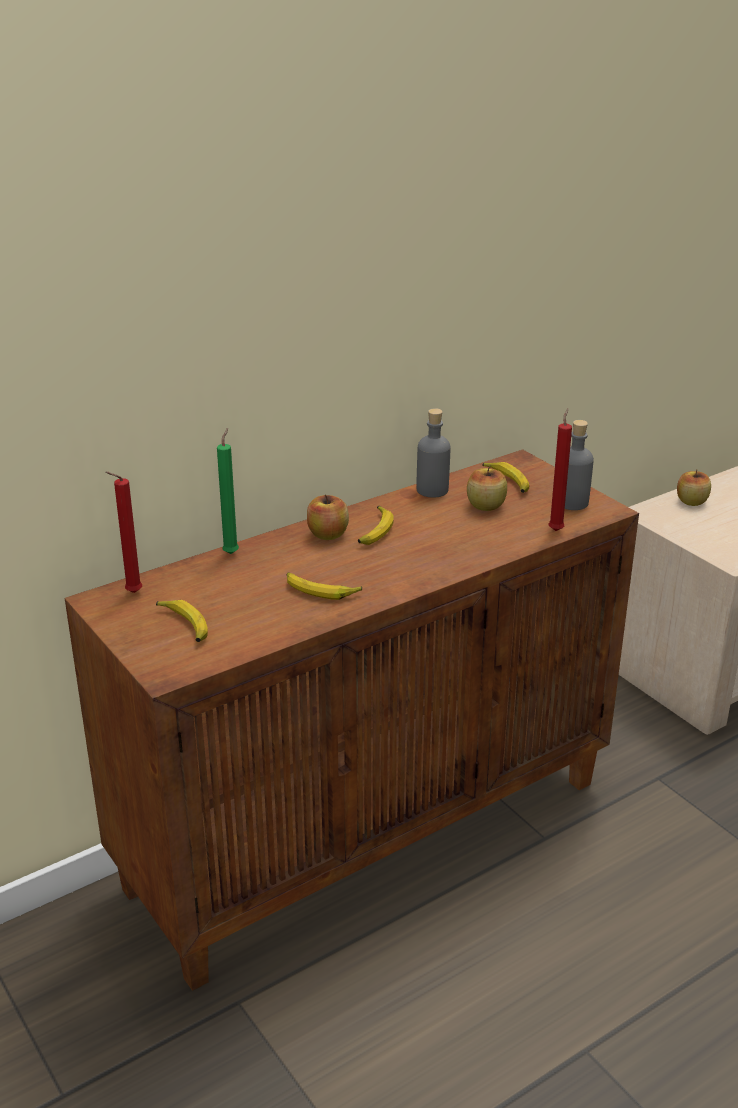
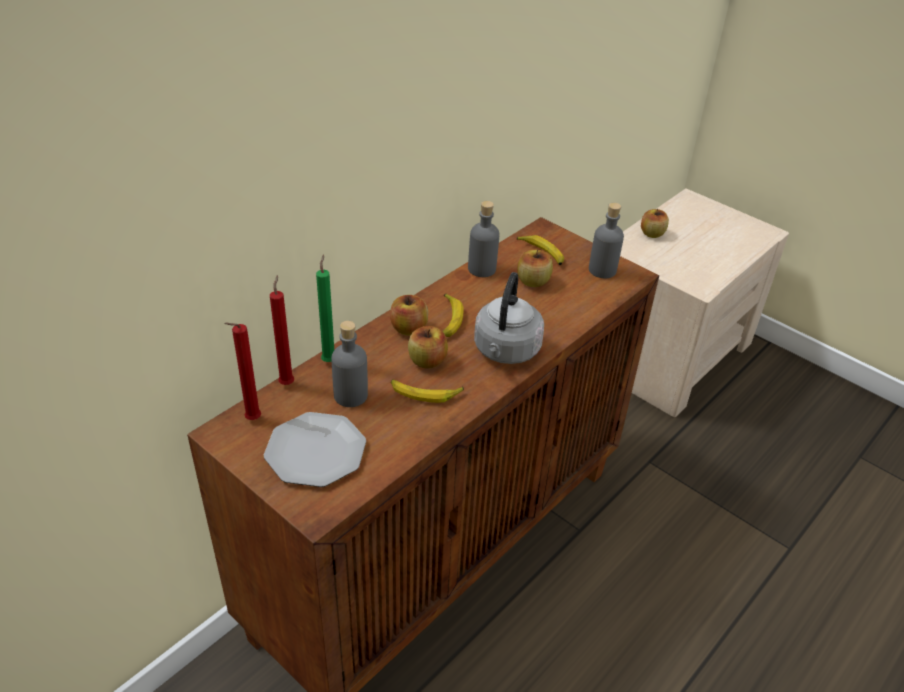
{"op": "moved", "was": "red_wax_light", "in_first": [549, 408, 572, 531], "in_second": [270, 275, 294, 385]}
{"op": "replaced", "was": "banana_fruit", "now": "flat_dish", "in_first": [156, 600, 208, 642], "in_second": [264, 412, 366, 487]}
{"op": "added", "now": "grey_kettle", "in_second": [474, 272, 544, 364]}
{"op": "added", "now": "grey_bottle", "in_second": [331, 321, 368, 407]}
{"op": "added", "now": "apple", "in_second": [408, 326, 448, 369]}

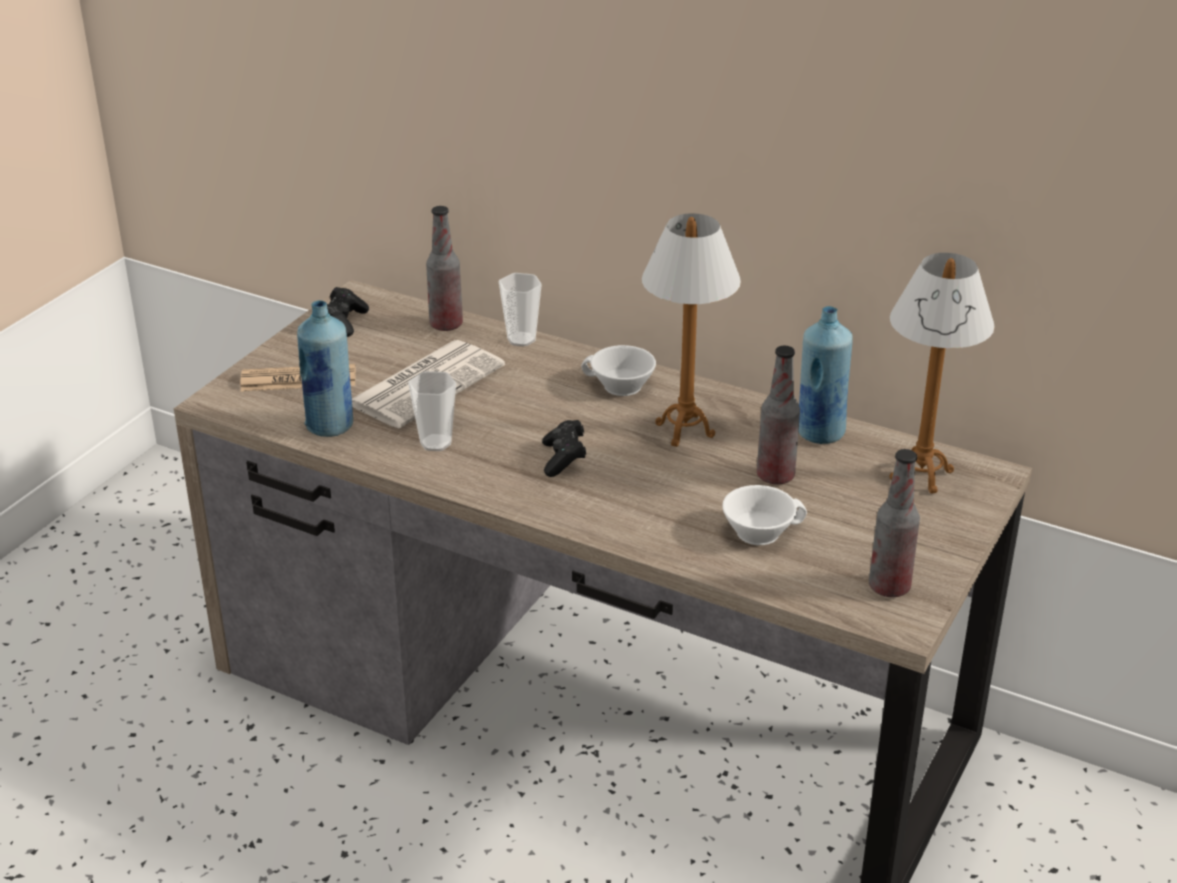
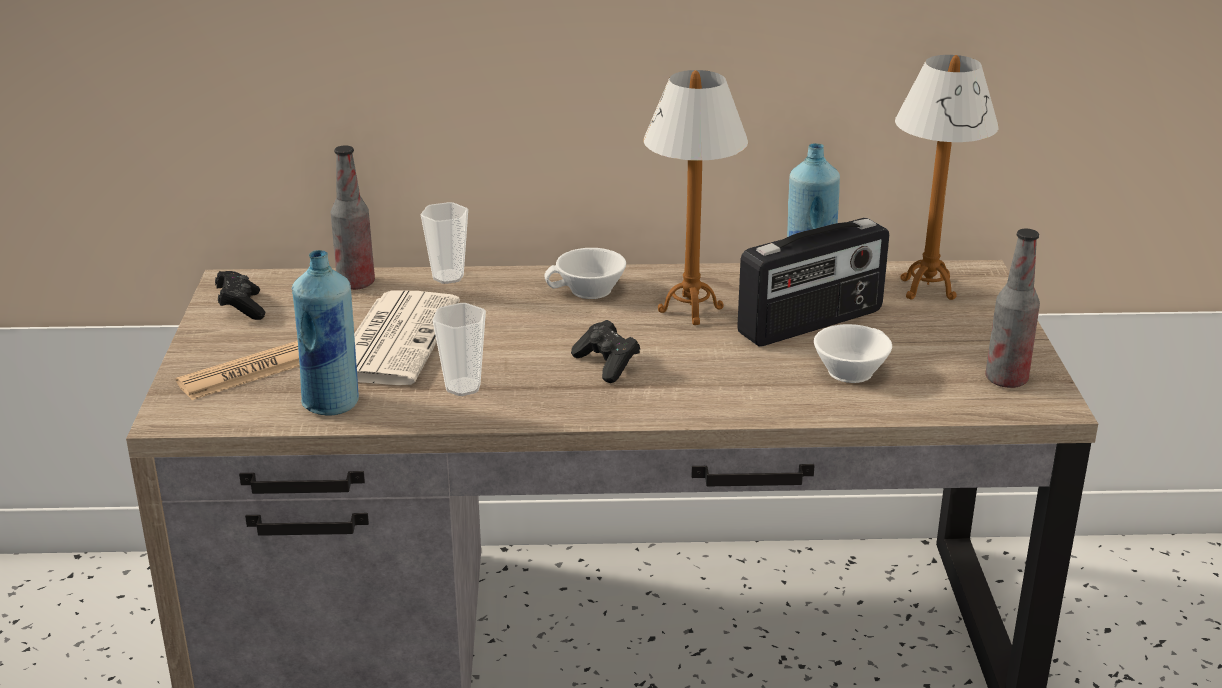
{"op": "replaced", "was": "bottle", "now": "radio", "in_first": [757, 346, 800, 485], "in_second": [737, 218, 889, 346]}

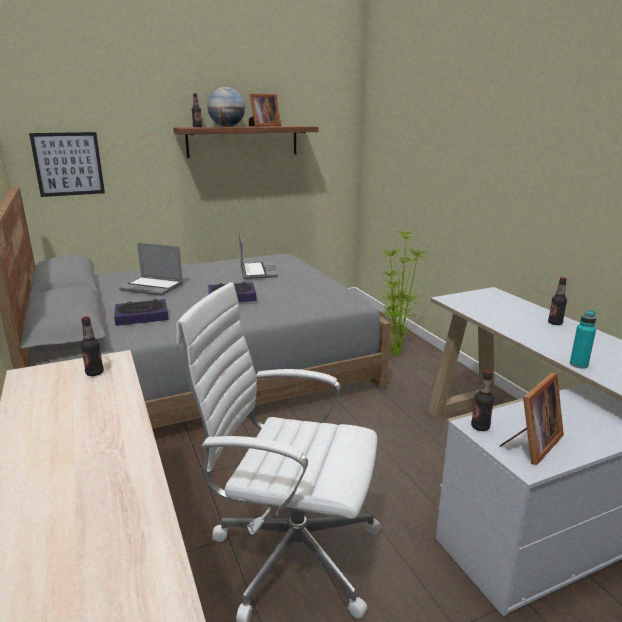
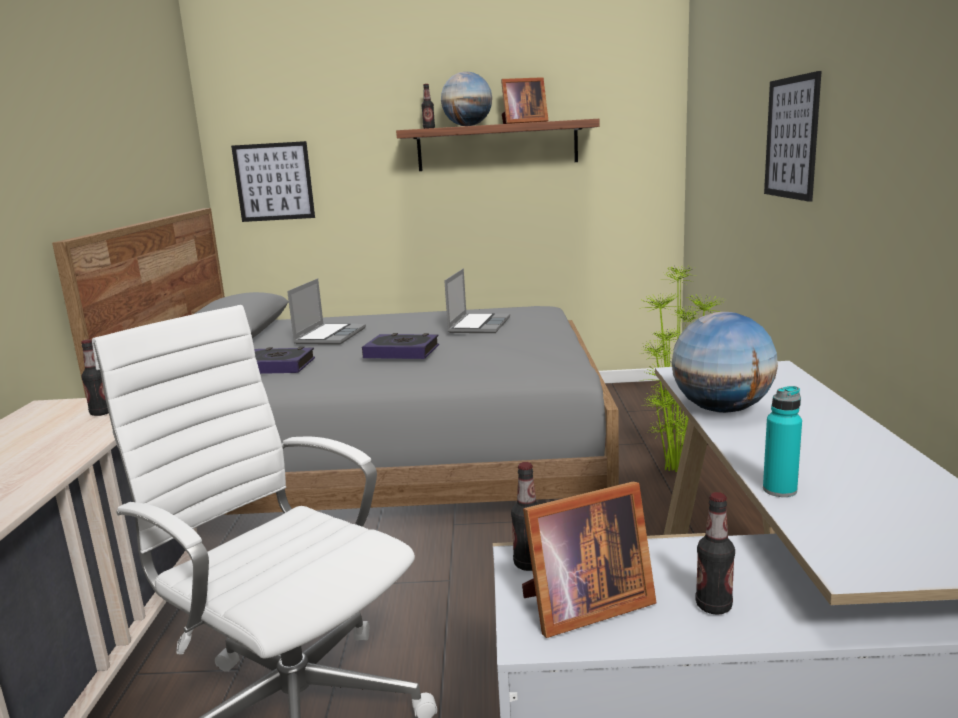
{"op": "turned", "was": "notebook_computer", "in_first": [119, 243, 183, 296], "in_second": [287, 278, 366, 345], "clockwise": -120}
{"op": "moved", "was": "bottle", "in_first": [548, 277, 567, 325], "in_second": [695, 492, 735, 615]}
{"op": "added", "now": "picture", "in_second": [764, 71, 822, 202]}
{"op": "added", "now": "world_globe", "in_second": [672, 312, 778, 413]}

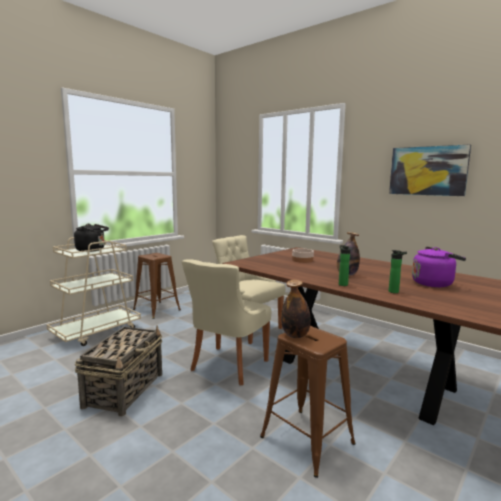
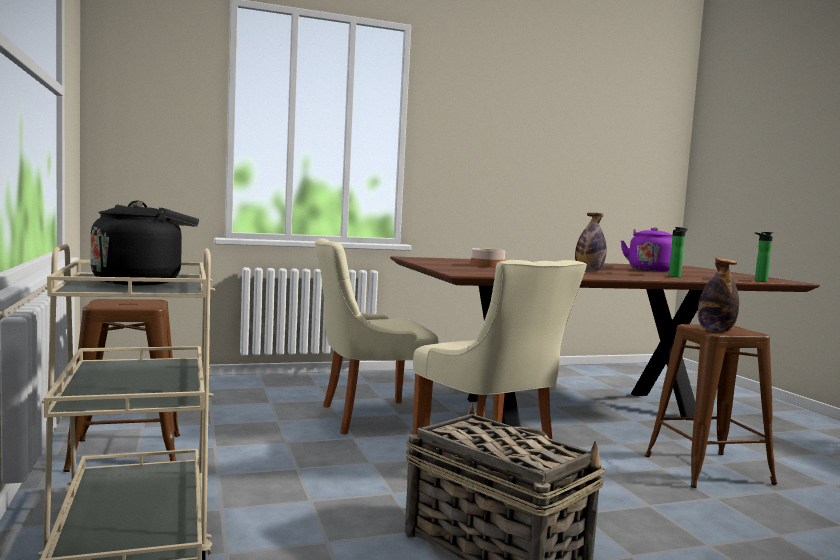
{"op": "removed", "was": "picture", "in_first": [389, 145, 471, 196]}
{"op": "moved", "was": "bottle", "in_first": [339, 245, 350, 286], "in_second": [755, 232, 773, 282]}

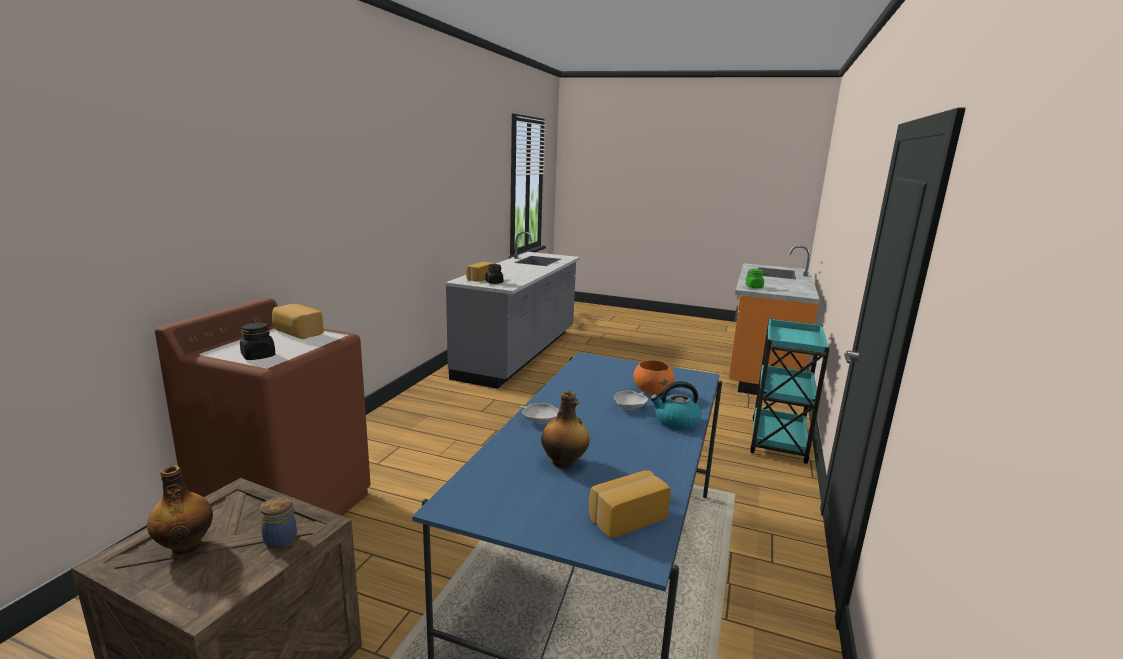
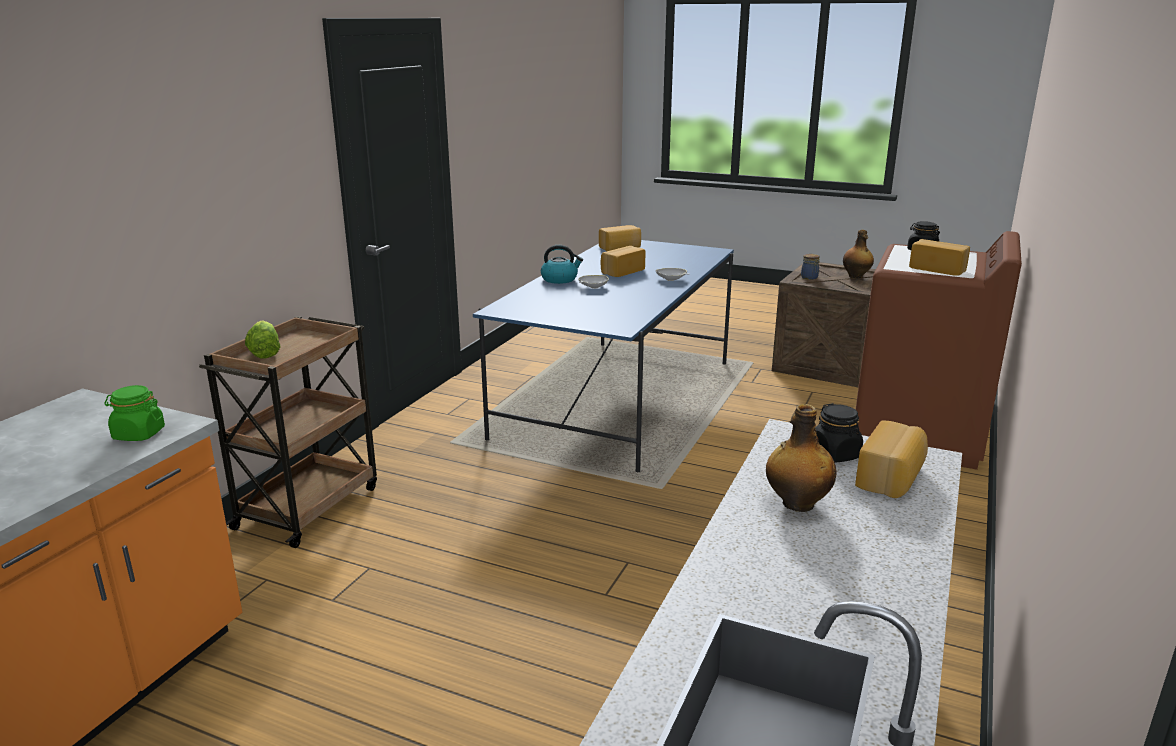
{"op": "recoloured", "was": "blue-green_cart", "now": "brownish_cart", "in_first": [750, 318, 830, 464], "in_second": [199, 316, 377, 548]}
{"op": "removed", "was": "orangey_bowl", "in_first": [633, 360, 675, 394]}
{"op": "moved", "was": "bottle", "in_first": [541, 391, 589, 468], "in_second": [766, 404, 837, 512]}
{"op": "added", "now": "bakery_bread", "in_second": [600, 246, 646, 277]}
{"op": "added", "now": "head_of_lettuce", "in_second": [245, 320, 281, 358]}

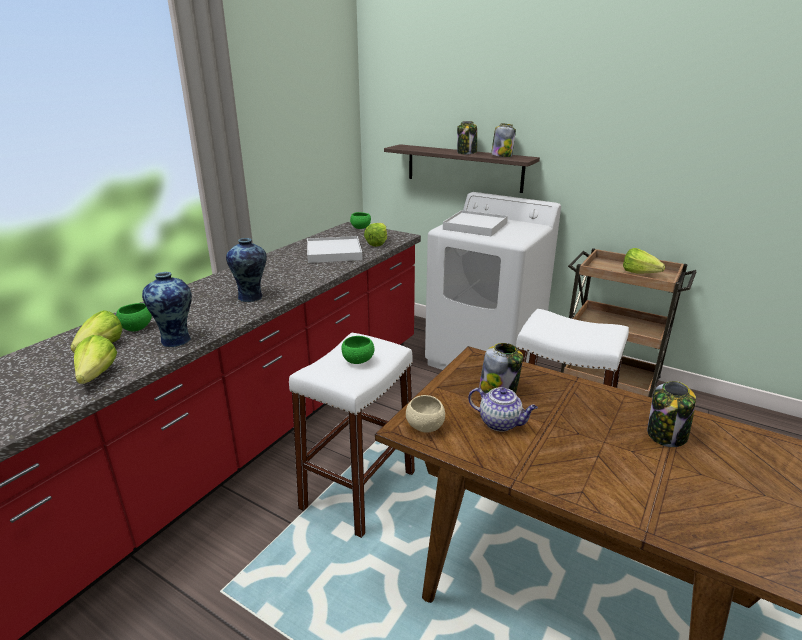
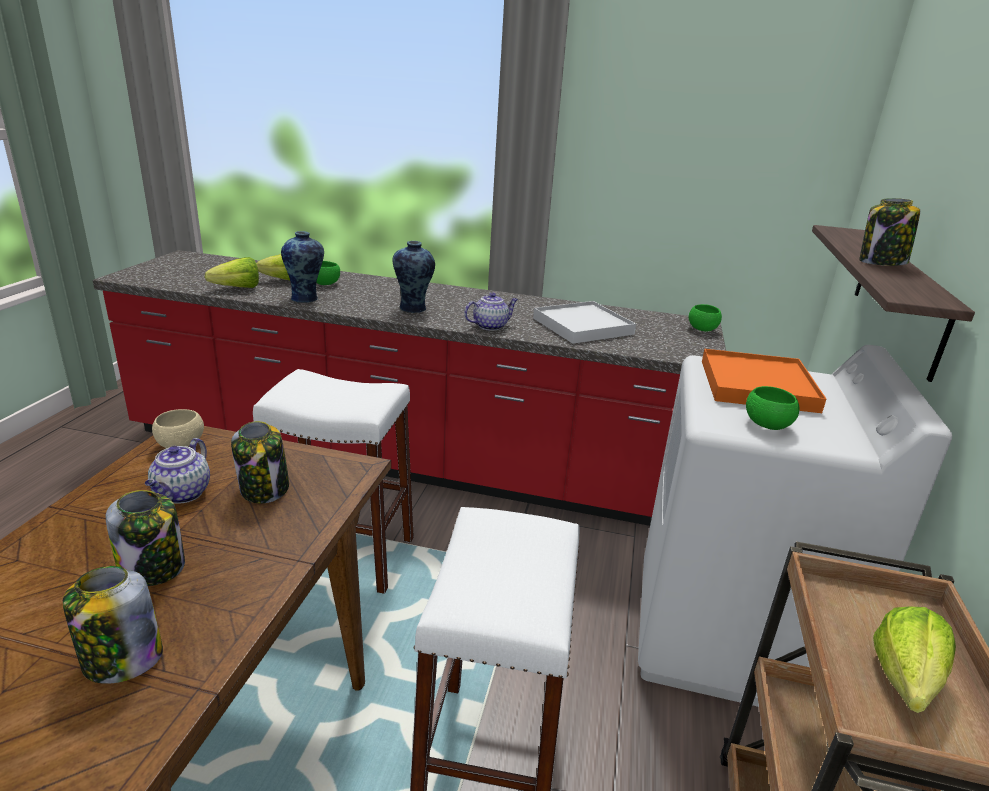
{"op": "moved", "was": "jar", "in_first": [491, 123, 516, 157], "in_second": [106, 490, 185, 586]}
{"op": "recoloured", "was": "white_tray", "now": "orangey_tray", "in_first": [443, 210, 508, 237], "in_second": [702, 349, 826, 413]}
{"op": "removed", "was": "head_of_lettuce", "in_first": [364, 223, 387, 247]}
{"op": "moved", "was": "green-coloured_bowl", "in_first": [341, 336, 375, 364], "in_second": [746, 386, 799, 430]}
{"op": "added", "now": "pot_for_tea", "in_second": [464, 292, 518, 331]}

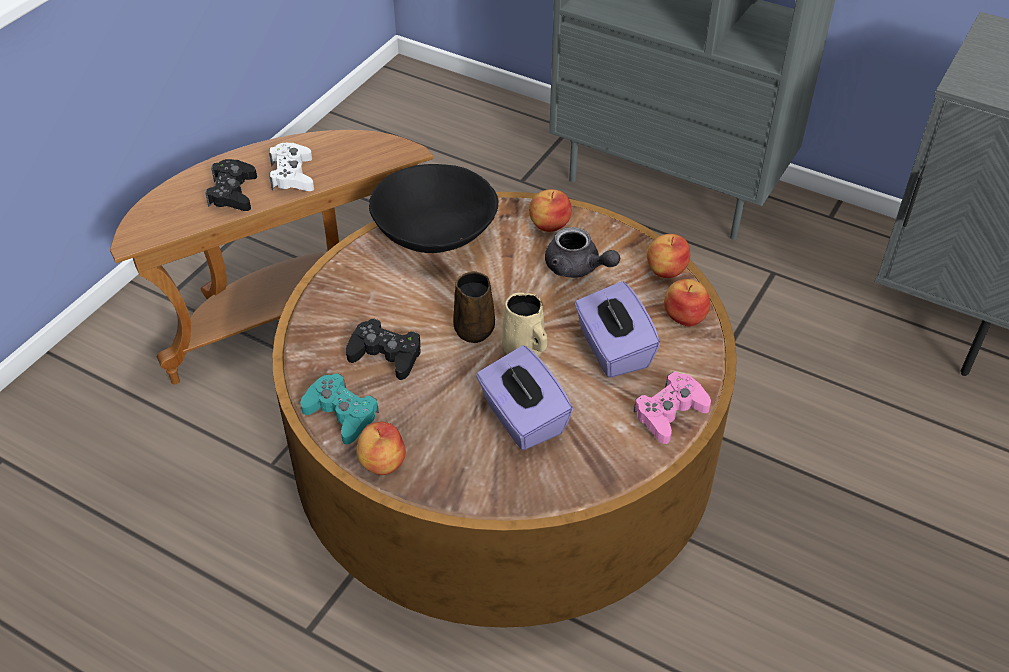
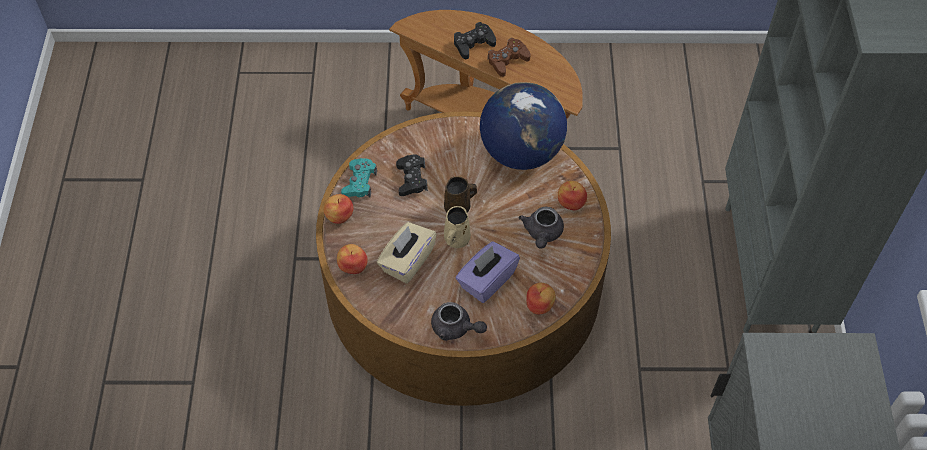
{"op": "recoloured", "was": "white_joypad", "now": "brownish_joypad", "in_first": [269, 143, 314, 191], "in_second": [488, 38, 531, 77]}
{"op": "replaced", "was": "black_bowl", "now": "world_globe", "in_first": [369, 164, 498, 253], "in_second": [480, 82, 567, 170]}
{"op": "moved", "was": "apple", "in_first": [647, 234, 690, 278], "in_second": [337, 244, 368, 274]}
{"op": "recoloured", "was": "purple_tissue_box", "now": "sand-coloured_tissue_box", "in_first": [476, 345, 573, 450], "in_second": [377, 222, 437, 284]}
{"op": "replaced", "was": "pink_joypad", "now": "grey_pot_for_tea", "in_first": [634, 372, 711, 444], "in_second": [431, 302, 487, 341]}

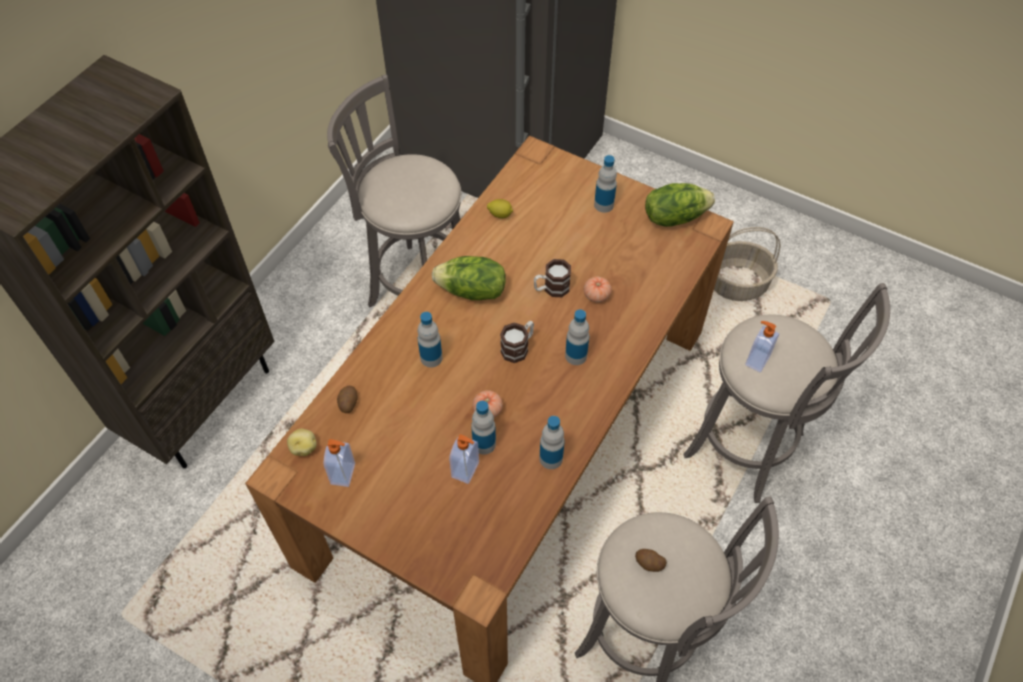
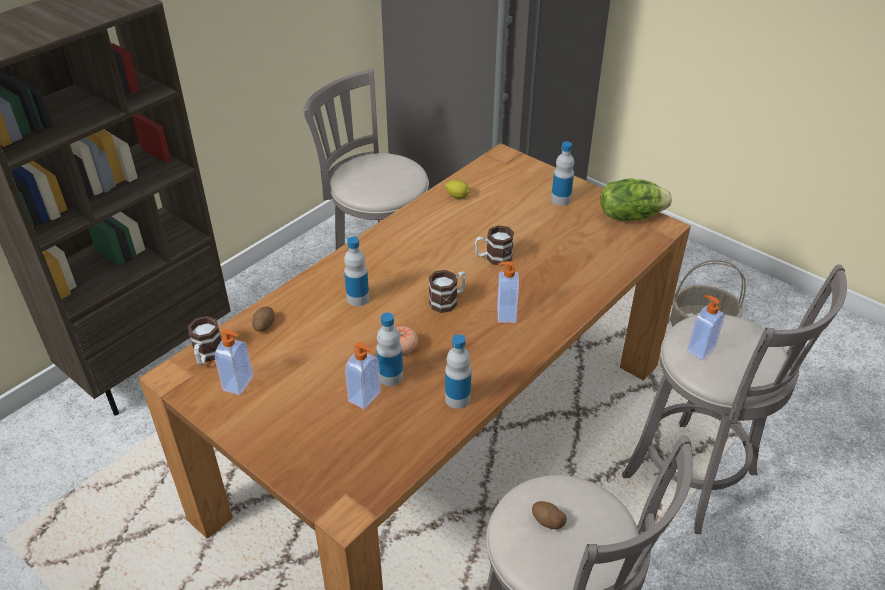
{"op": "removed", "was": "head_of_lettuce", "in_first": [432, 256, 506, 300]}
{"op": "removed", "was": "whole_tomato", "in_first": [584, 277, 611, 302]}
{"op": "replaced", "was": "bottle", "now": "liquid_soap_bottle", "in_first": [565, 309, 589, 365], "in_second": [497, 261, 519, 323]}
{"op": "replaced", "was": "whole_potato", "now": "tea_mug", "in_first": [287, 429, 317, 456], "in_second": [188, 316, 222, 365]}

